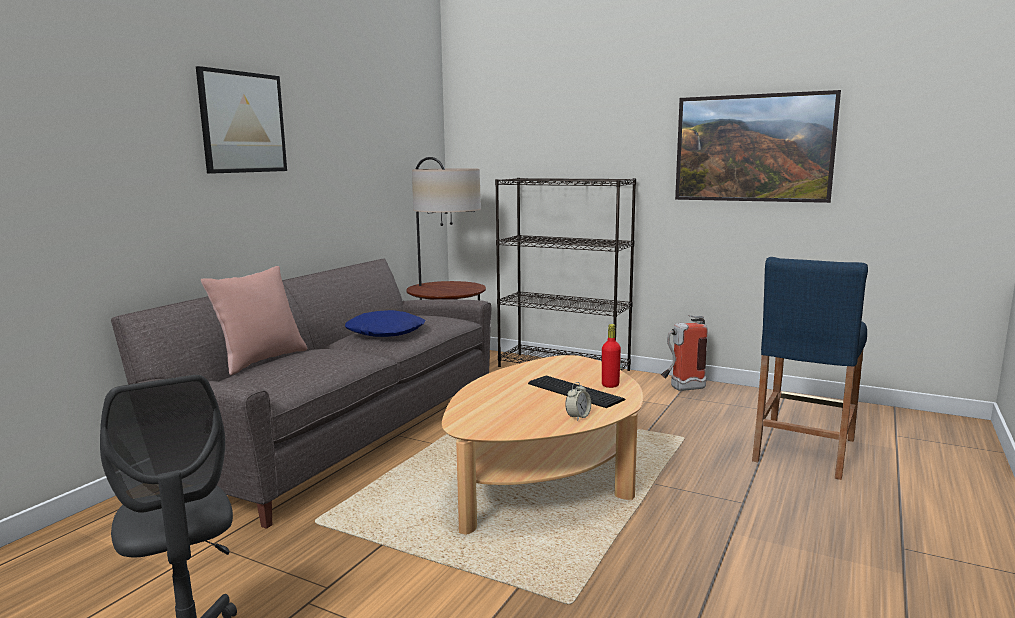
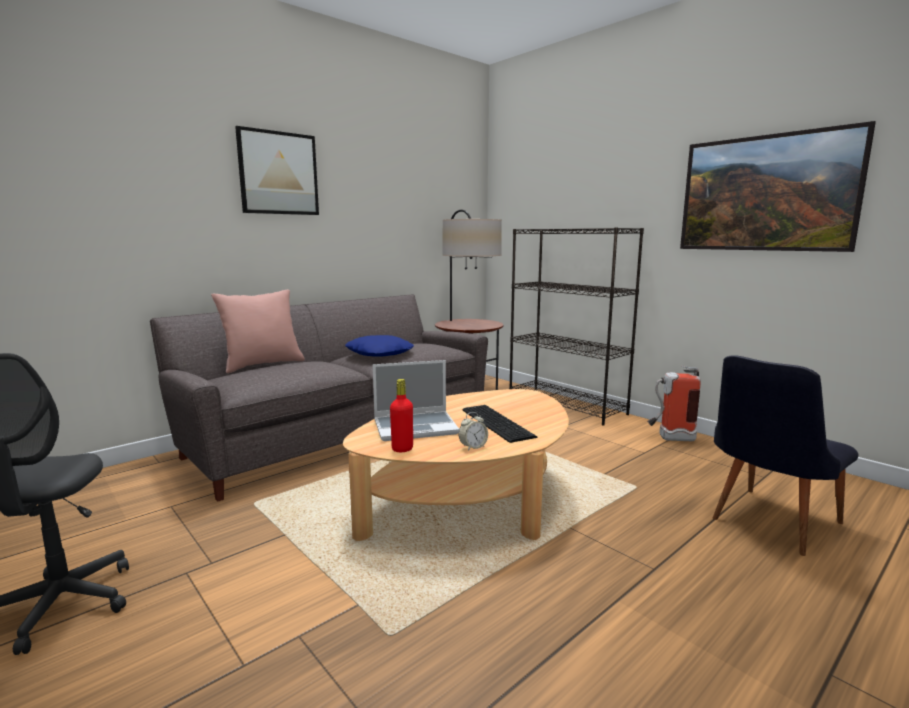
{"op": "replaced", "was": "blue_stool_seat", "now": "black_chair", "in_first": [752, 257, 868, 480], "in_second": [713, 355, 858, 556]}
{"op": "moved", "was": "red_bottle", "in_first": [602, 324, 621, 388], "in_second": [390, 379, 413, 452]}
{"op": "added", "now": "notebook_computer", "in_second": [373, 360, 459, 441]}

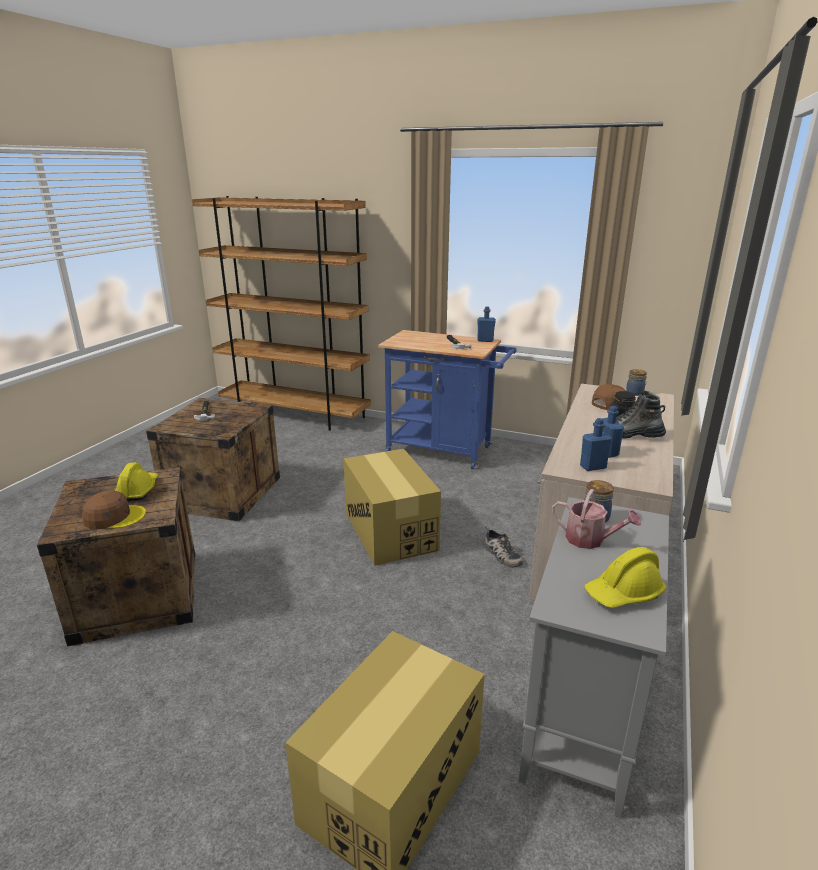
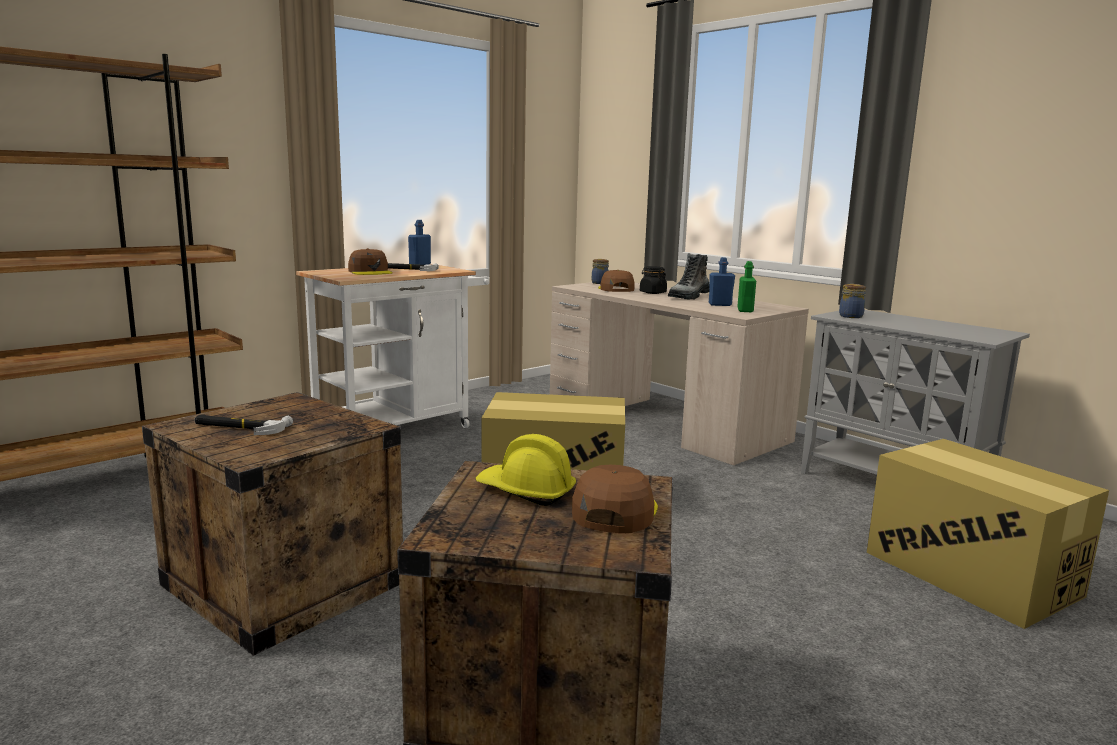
{"op": "recoloured", "was": "blue_cart", "now": "white_cart", "in_first": [378, 330, 517, 469], "in_second": [296, 264, 489, 428]}
{"op": "recoloured", "was": "blue_bottle", "now": "green-coloured_bottle", "in_first": [580, 418, 612, 471], "in_second": [737, 261, 756, 312]}
{"op": "removed", "was": "watering_can", "in_first": [552, 489, 641, 549]}
{"op": "removed", "was": "shoe", "in_first": [483, 526, 523, 568]}
{"op": "removed", "was": "yellow_hard_hat", "in_first": [584, 547, 666, 608]}
{"op": "added", "now": "brownish_peaked_cap", "in_second": [348, 248, 393, 275]}

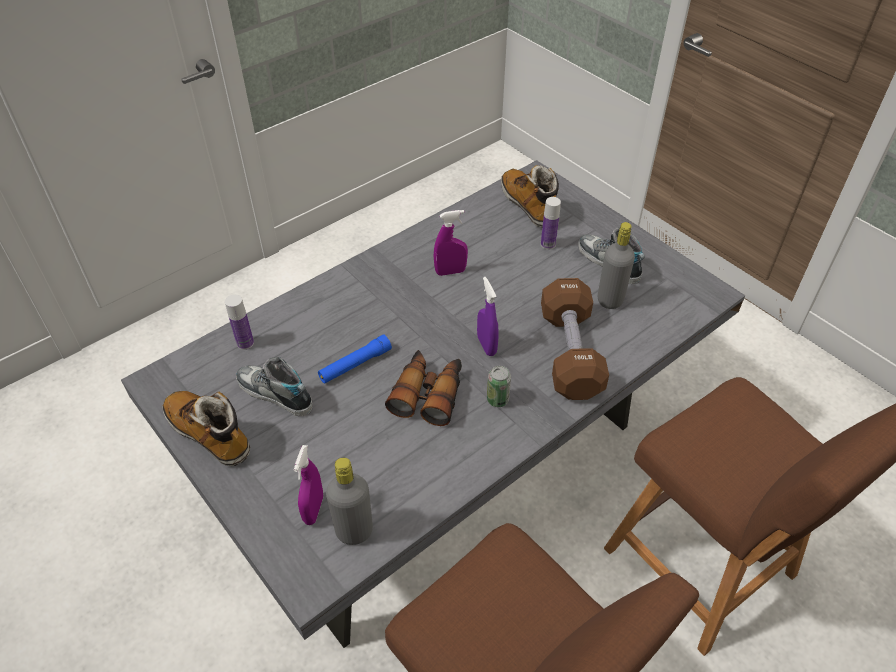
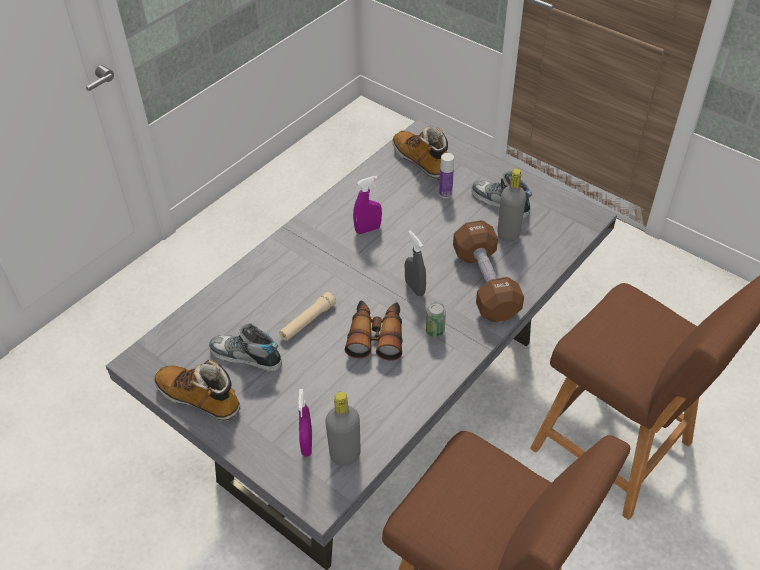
{"op": "recoloured", "was": "purple_spray_bottle", "now": "grey_spray_bottle", "in_first": [477, 277, 499, 356], "in_second": [405, 230, 426, 296]}
{"op": "removed", "was": "bottle", "in_first": [225, 295, 254, 350]}
{"op": "recoloured", "was": "blue_flashlight", "now": "sand-coloured_flashlight", "in_first": [318, 334, 392, 384], "in_second": [279, 292, 336, 341]}

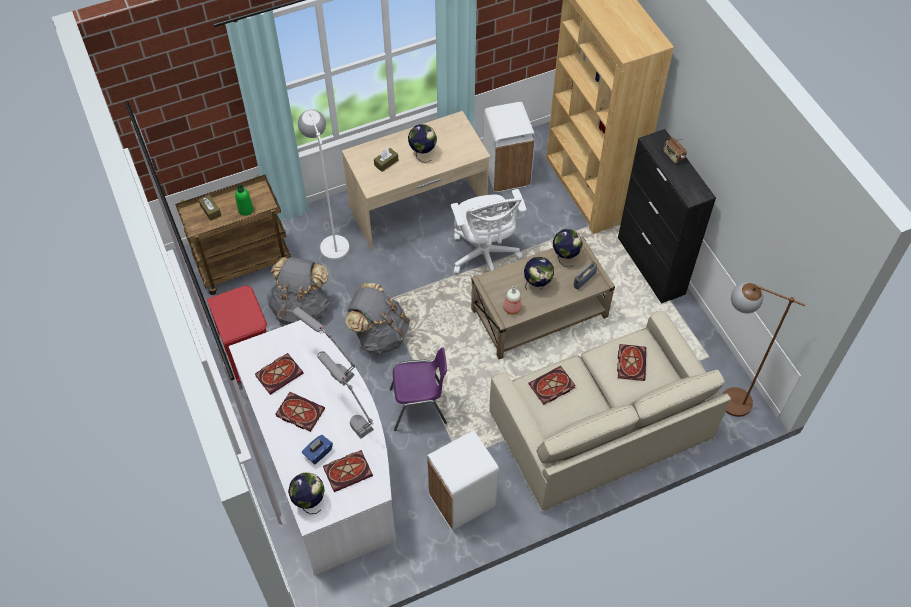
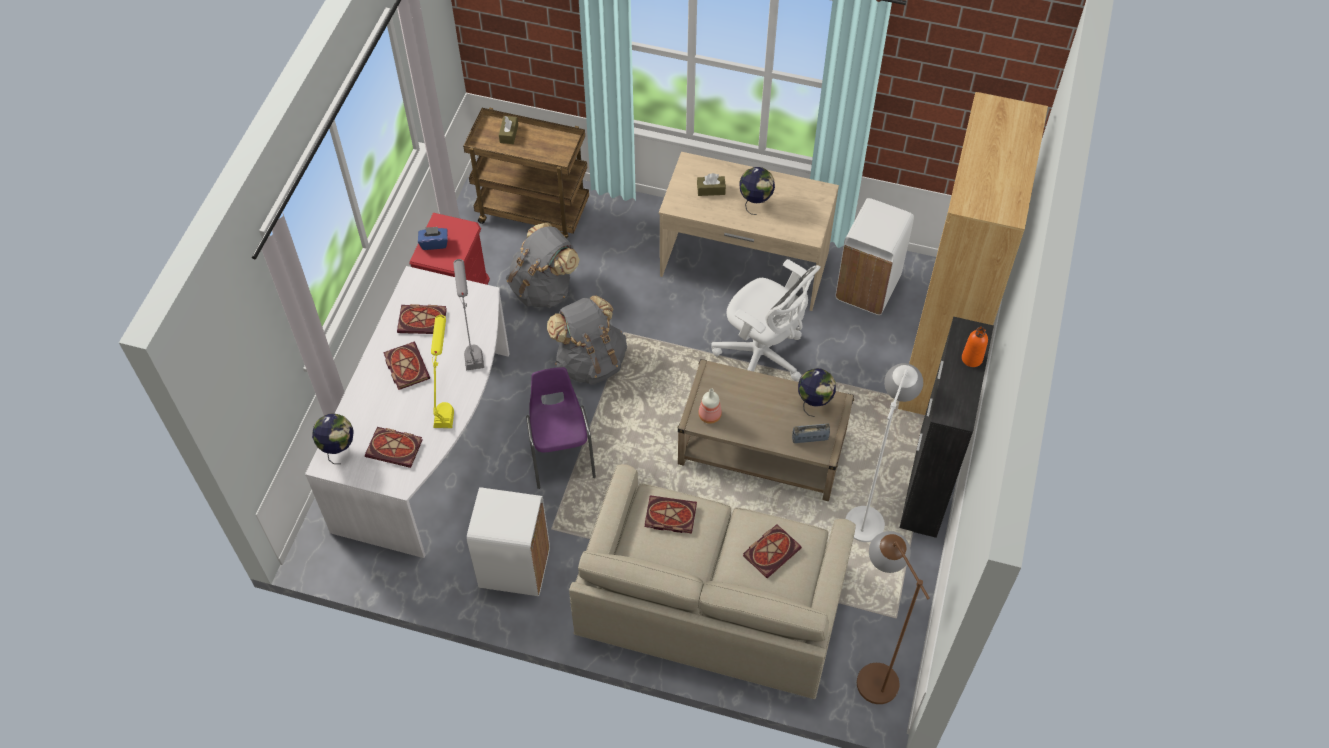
{"op": "moved", "was": "white_standard_lamp", "in_first": [298, 110, 349, 260], "in_second": [845, 363, 923, 542]}
{"op": "replaced", "was": "radio", "now": "orangey_bottle", "in_first": [663, 137, 687, 163], "in_second": [962, 327, 988, 367]}
{"op": "removed", "was": "green-coloured_bottle", "in_first": [235, 185, 253, 216]}
{"op": "turned", "was": "white_computer_chair", "in_first": [451, 189, 526, 274], "in_second": [711, 259, 821, 381], "clockwise": -75}
{"op": "removed", "was": "world_globe", "in_first": [524, 257, 554, 290]}
{"op": "turned", "was": "purple_chair", "in_first": [390, 347, 447, 431], "in_second": [526, 367, 596, 489], "clockwise": -135}
{"op": "recoloured", "was": "grey_tabletop_lamp", "now": "yellow_tabletop_lamp", "in_first": [317, 351, 374, 439], "in_second": [431, 315, 454, 428]}
{"op": "moved", "was": "blue_tissue_box", "in_first": [302, 435, 333, 464], "in_second": [418, 227, 448, 250]}

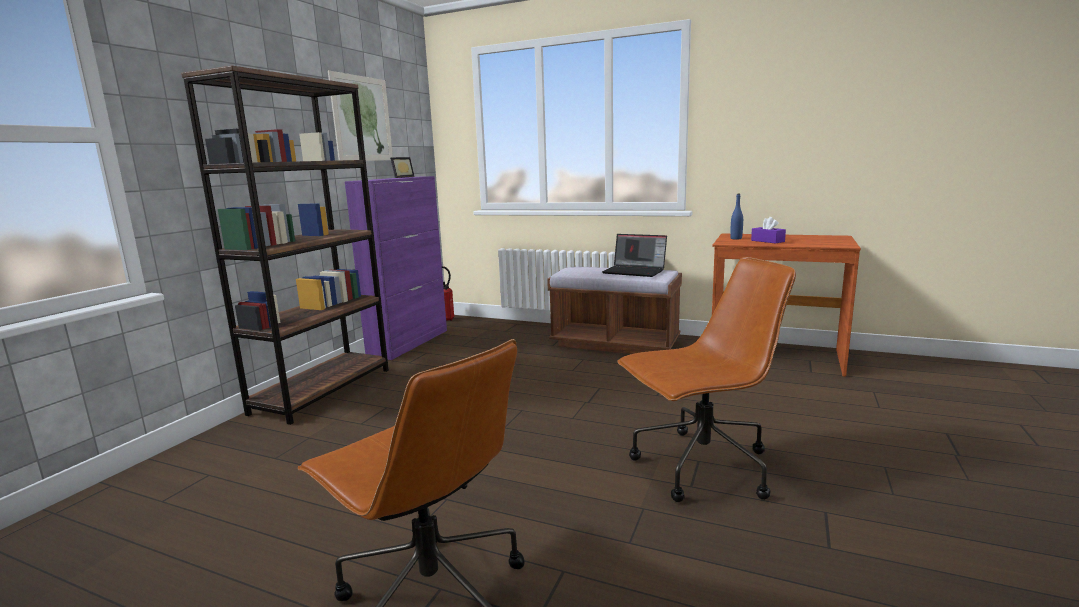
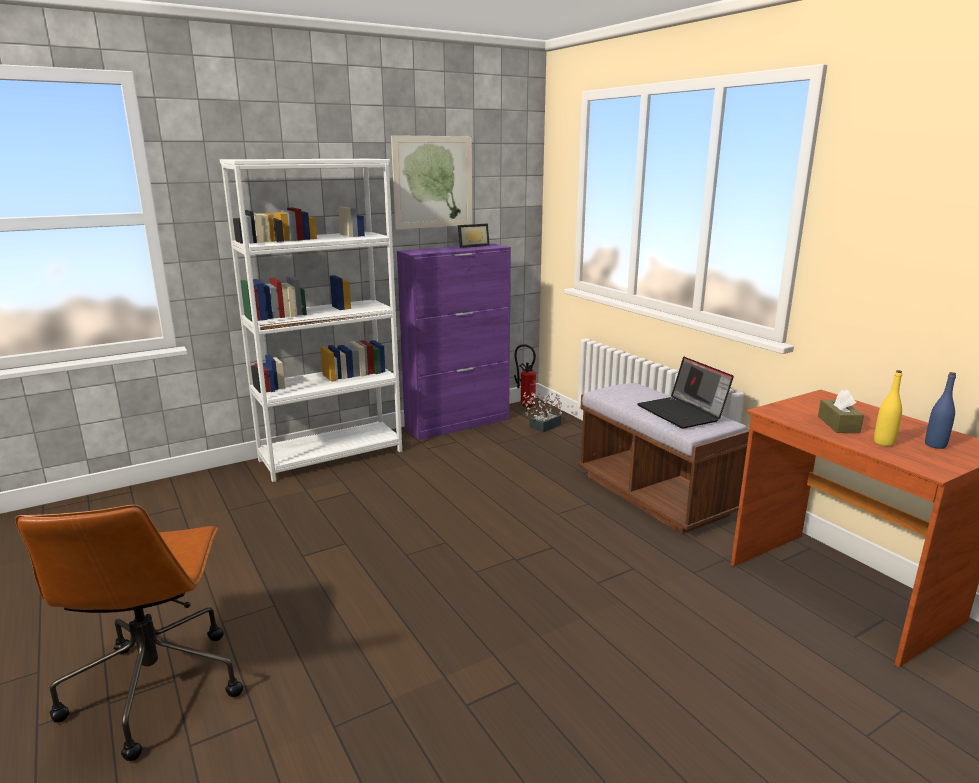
{"op": "recoloured", "was": "brownish_bookshelf", "now": "white_bookshelf", "in_first": [181, 66, 389, 425], "in_second": [220, 159, 402, 482]}
{"op": "moved", "was": "blue_bottle", "in_first": [730, 194, 743, 240], "in_second": [925, 372, 956, 449]}
{"op": "recoloured", "was": "purple_tissue_box", "now": "brownish_tissue_box", "in_first": [751, 217, 786, 243], "in_second": [818, 390, 864, 433]}
{"op": "removed", "was": "brownish_computer_chair", "in_first": [617, 257, 796, 502]}
{"op": "added", "now": "yellow_bottle", "in_second": [874, 370, 902, 446]}
{"op": "added", "now": "potted_plant", "in_second": [522, 392, 562, 432]}

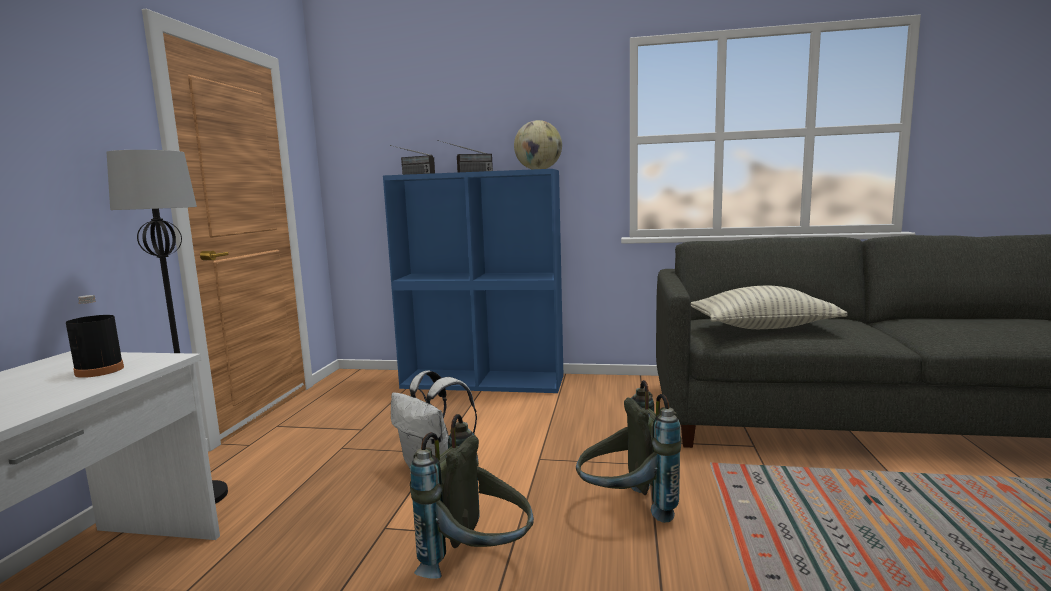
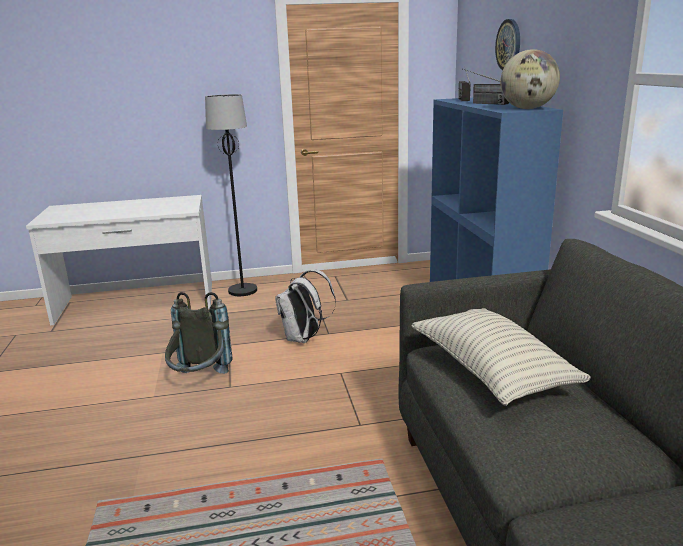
{"op": "removed", "was": "black_bottle", "in_first": [66, 295, 124, 378]}
{"op": "removed", "was": "grey_backpack", "in_first": [576, 380, 681, 523]}
{"op": "added", "now": "hanging_clock", "in_second": [495, 19, 520, 70]}

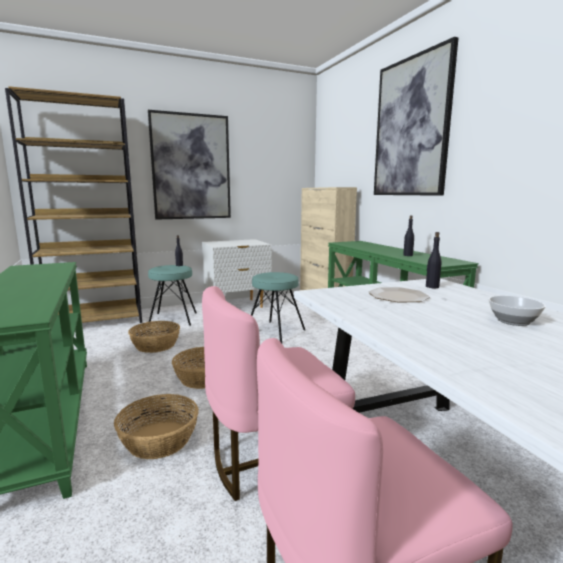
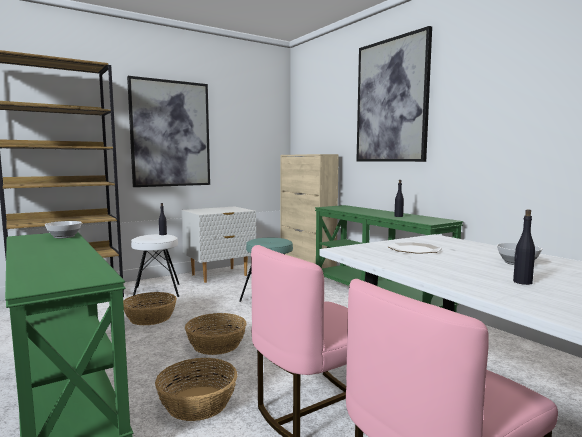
{"op": "moved", "was": "black_bottle", "in_first": [426, 232, 442, 288], "in_second": [513, 209, 535, 285]}
{"op": "recoloured", "was": "blue-green_stool_seat", "now": "white_stool_seat", "in_first": [148, 265, 197, 326], "in_second": [131, 234, 180, 298]}
{"op": "added", "now": "bowl", "in_second": [45, 221, 82, 238]}

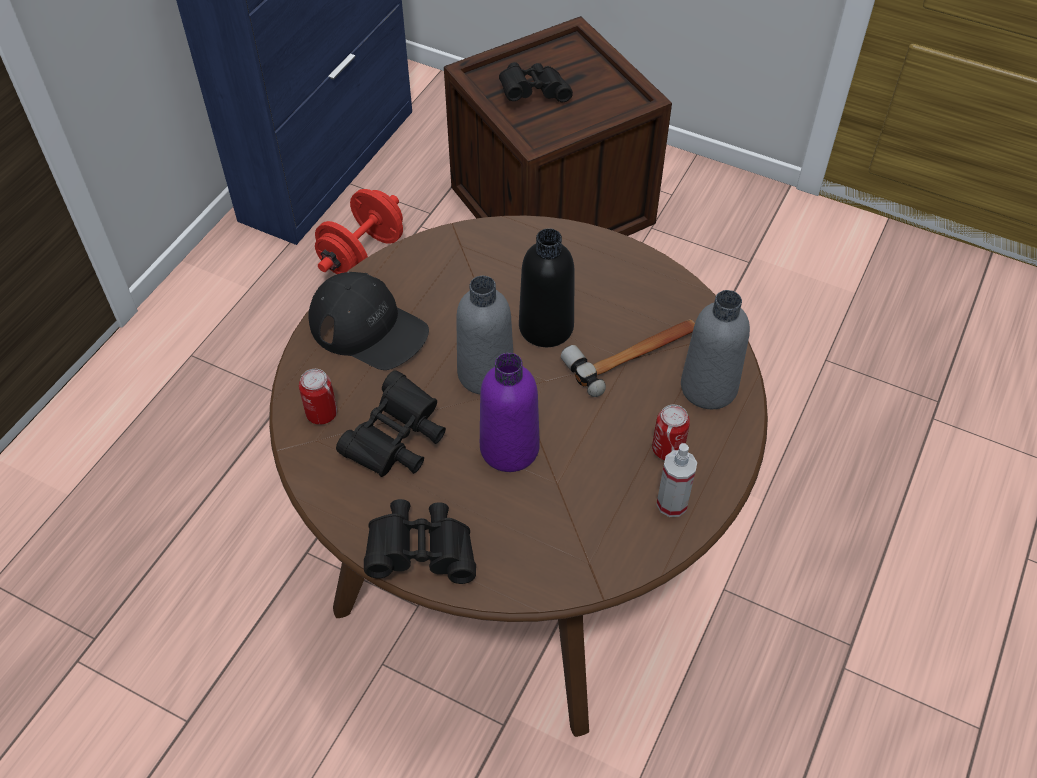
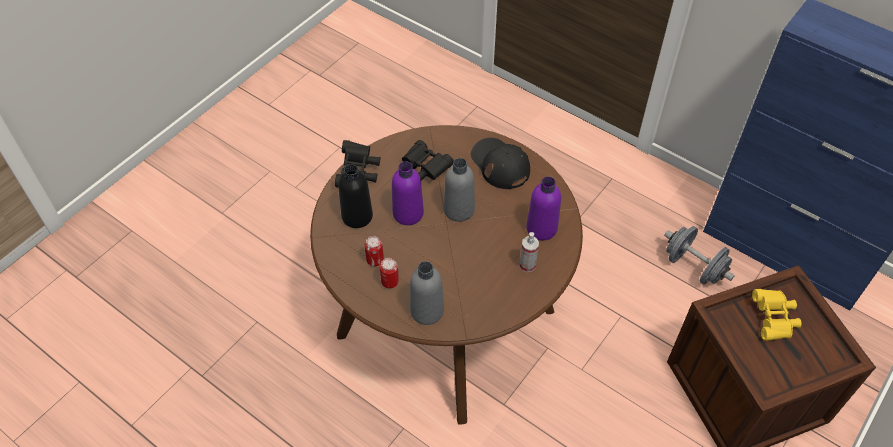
{"op": "recoloured", "was": "black_pair_of_binoculars", "now": "yellow_pair_of_binoculars", "in_first": [499, 62, 573, 102], "in_second": [752, 289, 802, 341]}
{"op": "recoloured", "was": "red_dumbbell", "now": "grey_dumbbell", "in_first": [315, 189, 403, 274], "in_second": [664, 226, 735, 285]}
{"op": "moved", "was": "black_bottle", "in_first": [519, 228, 575, 347], "in_second": [338, 164, 373, 228]}
{"op": "turned", "was": "black_peaked_cap", "in_first": [308, 272, 429, 370], "in_second": [471, 138, 530, 189], "clockwise": 105}
{"op": "removed", "was": "hand_hammer", "in_first": [561, 319, 695, 397]}
{"op": "moved", "was": "sealed_can", "in_first": [299, 369, 337, 425], "in_second": [365, 236, 384, 266]}
{"op": "moved", "was": "spray_bottle", "in_first": [656, 443, 697, 517], "in_second": [519, 232, 539, 272]}
{"op": "added", "now": "purple_bottle", "in_second": [526, 177, 561, 240]}

